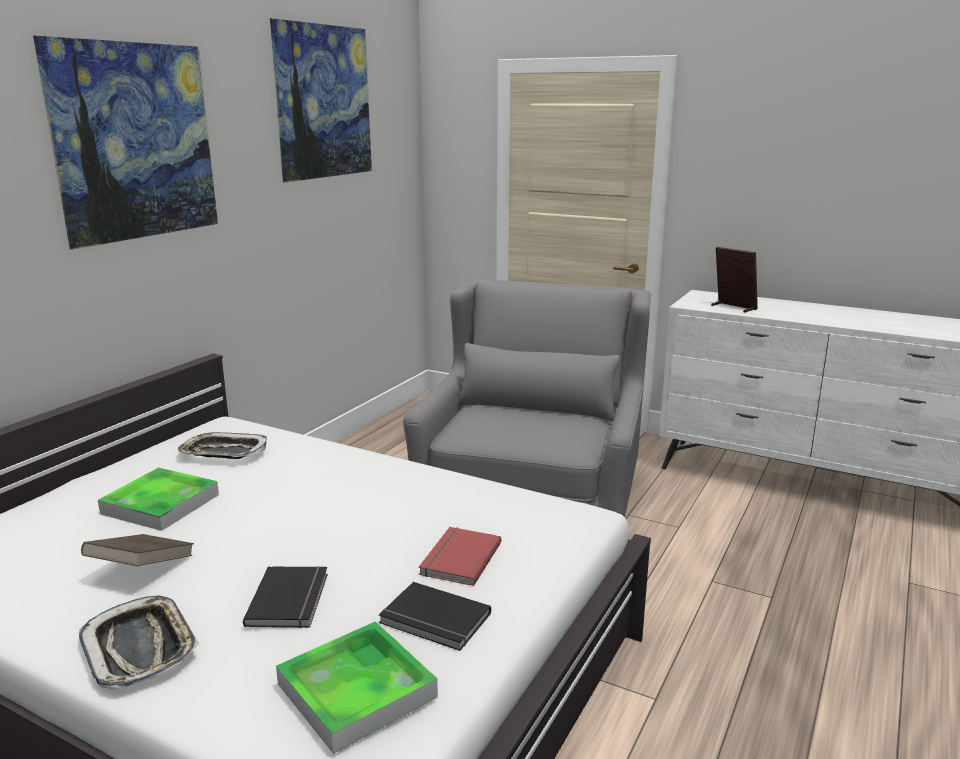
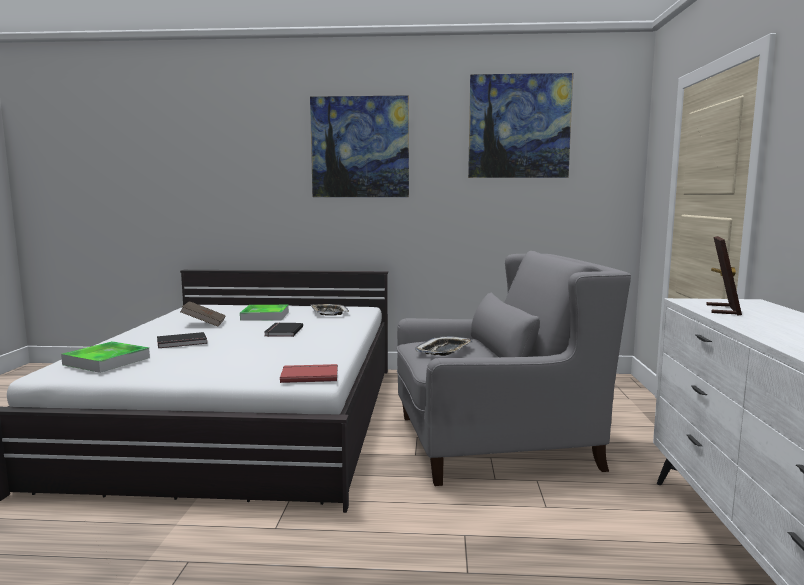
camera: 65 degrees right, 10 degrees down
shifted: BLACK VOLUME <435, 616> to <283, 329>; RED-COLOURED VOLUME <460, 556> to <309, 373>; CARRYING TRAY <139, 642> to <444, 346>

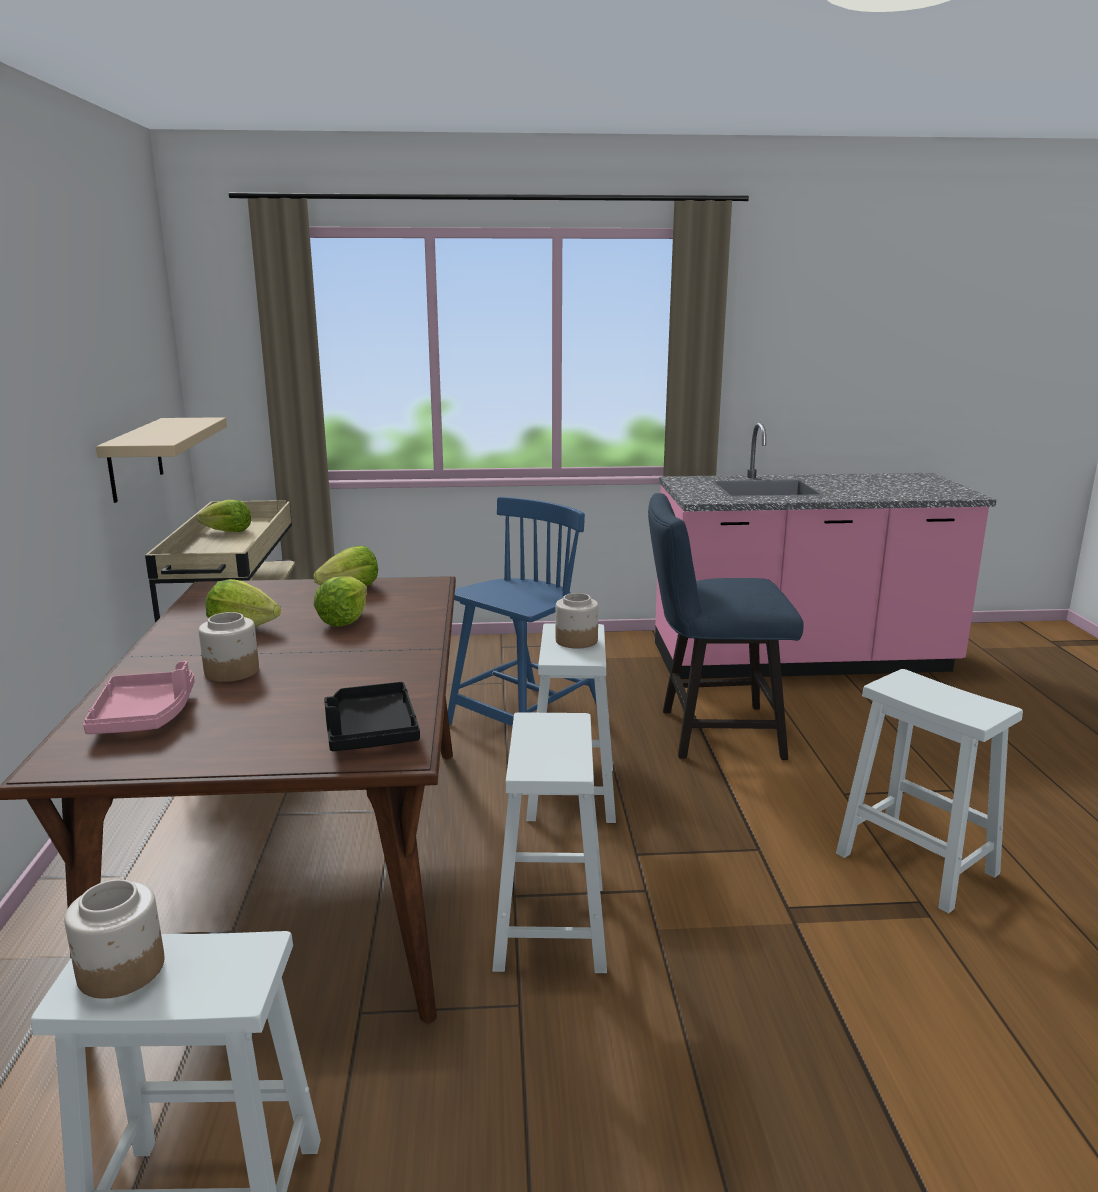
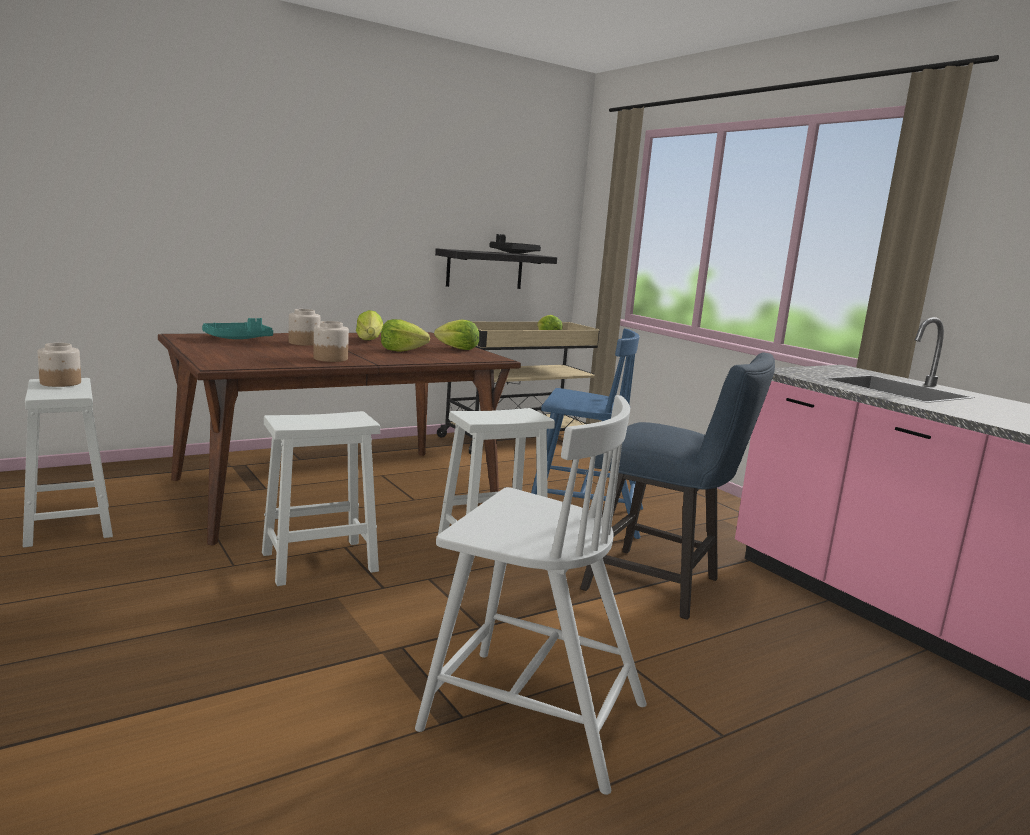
camera: 60 degrees right, 5 degrees down
shifted: STORAGE JAR <577, 621> to <331, 341>; BLACK CARRYING TRAY <372, 716> to <515, 244>
swapped: WHITE-COLOURED SITTING STOOL <929, 791> to WHITE-COLOURED UPRIGHT CHAIR <531, 595>
repainted: PINK-COLOURED CARRYING TRAY <139, 697> to BLUE-GREEN CARRYING TRAY <237, 328>; SAND-COLOURED SHELF <161, 460> to BLACK SHELF <496, 268>
rotated: BLUISH UPRIGHT CHAIR <726, 626> = <677, 486> 150 degrees clockwise

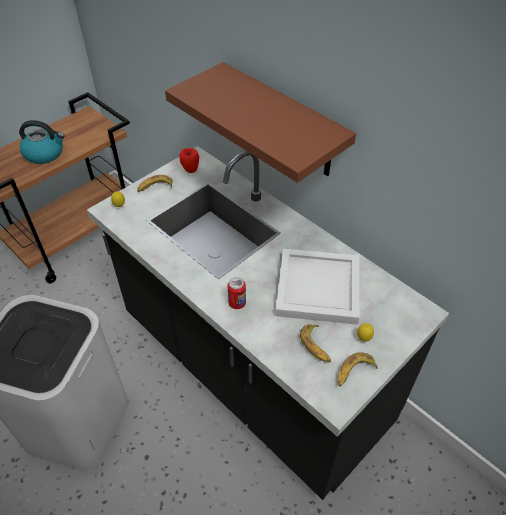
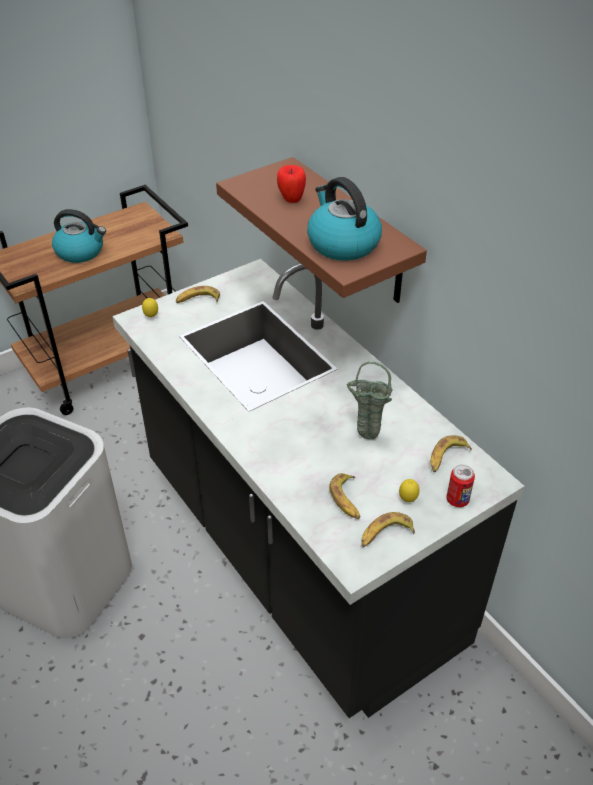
camera: 10 degrees right, 5 degrees down
new: TEA KETTLE <344, 219>; BANANA FRUIT <451, 453>
shifted: APPLE FRUIT <189, 160> to <291, 184>; SEALED CAN <236, 293> to <460, 486>
swapped: WHITE-COLOURED CARRYING TRAY <317, 287> to GREENISH DECORATIVE VASE <370, 400>

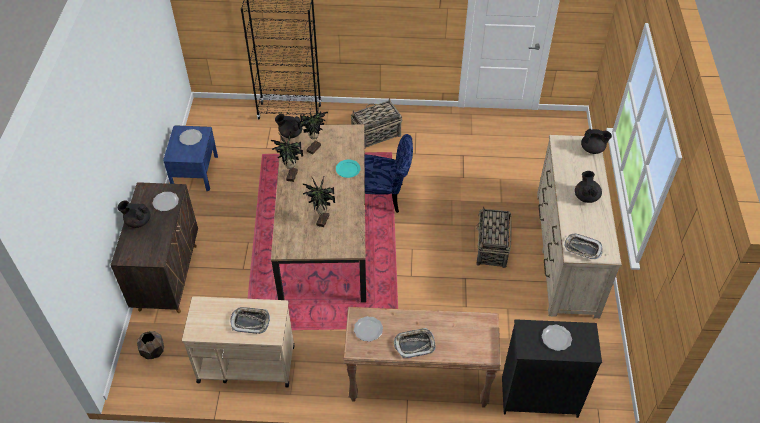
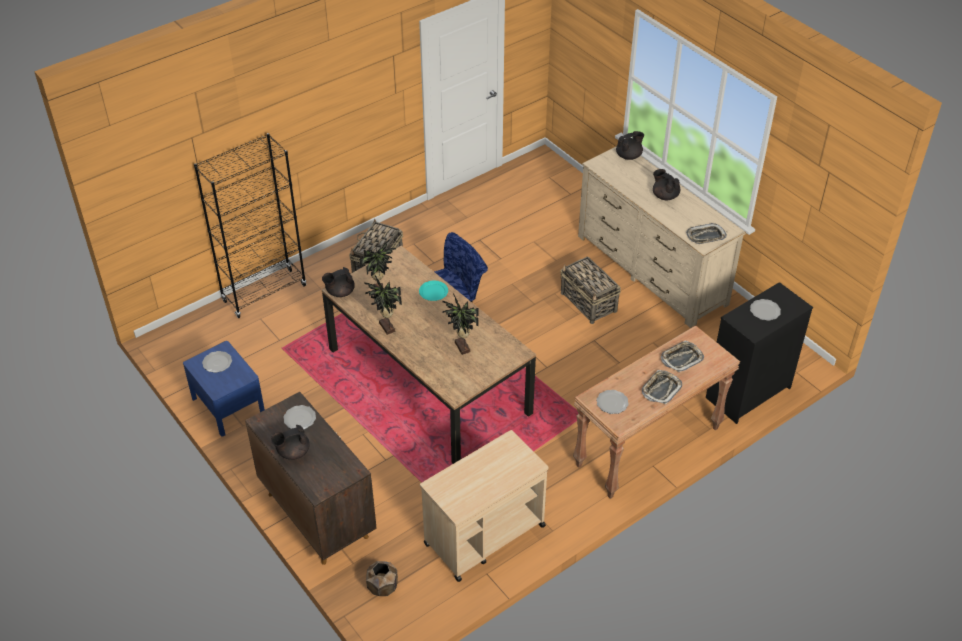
camera: 40 degrees left, 5 degrees down
shifted: CARRYING TRAY <250, 320> to <682, 356>

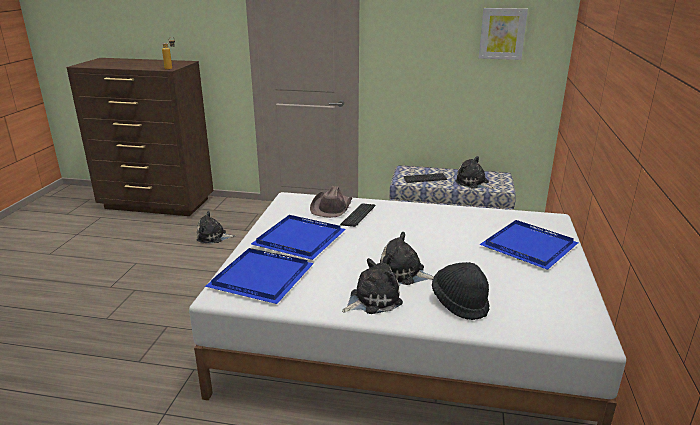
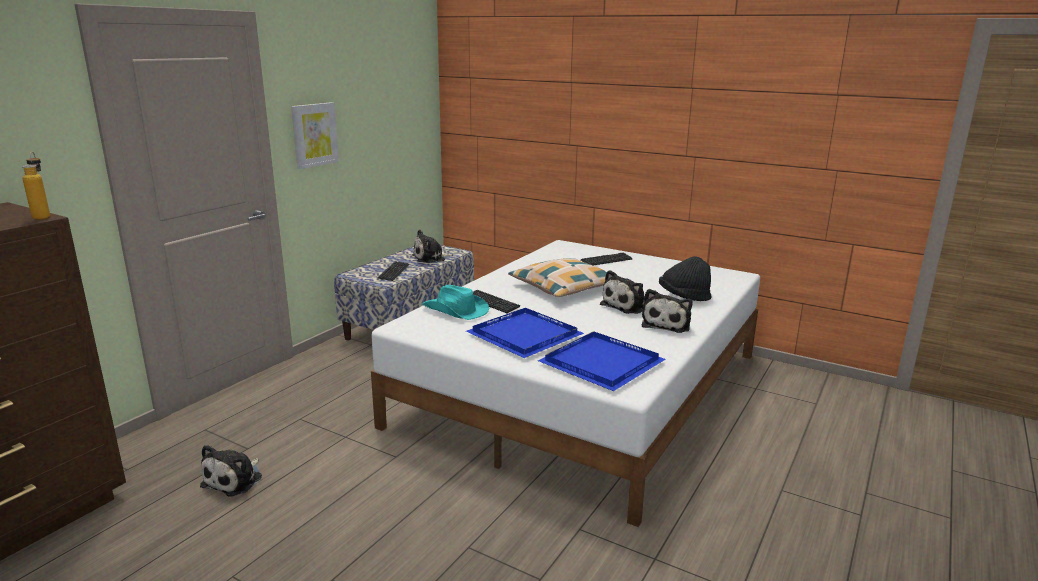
camera: 70 degrees left, 5 degrees down
new: THROW PILLOW <557, 277>
shifted: PICTURE <503, 34> to <315, 135>
swapped: BLUISH CARRYING TRAY <528, 245> to COMPUTER KEYBOARD <606, 259>
repainted: BROWN-COLOURED CLOTHING HAT <331, 202> to BLUE-GREEN CLOTHING HAT <455, 302>
rotated: SOFT TOY <372, 286> = <667, 311> 150 degrees counterclockwise

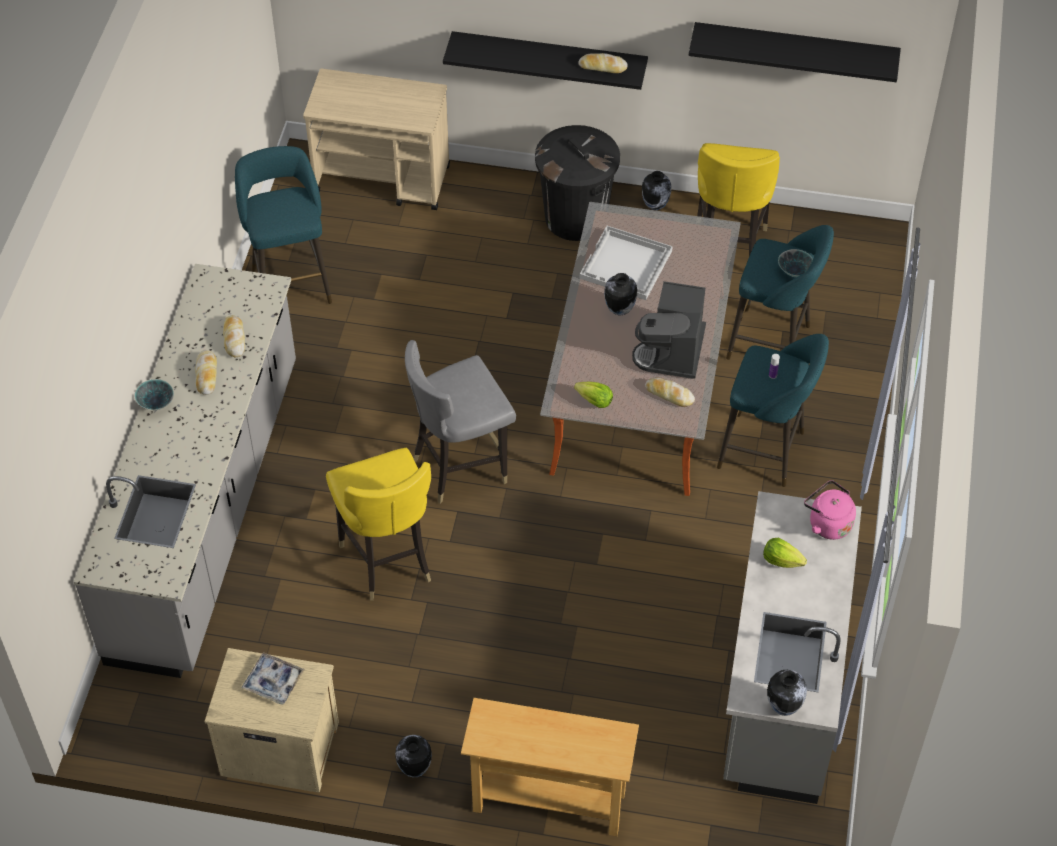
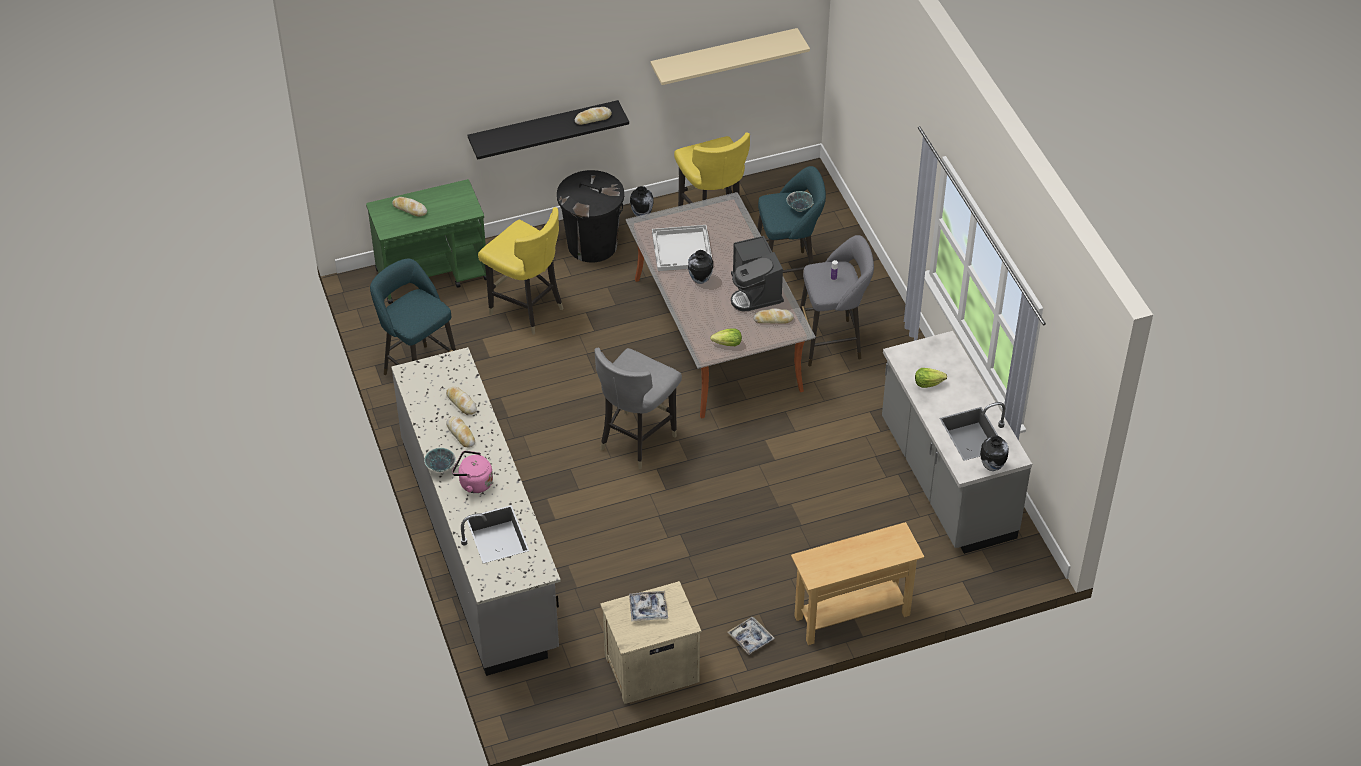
camera: 30 degrees left, 5 degrees down
new: BREAD <409, 207>
shifted: PINK-COLOURED TEA KETTLE <830, 510> to <472, 472>; YELLOWISH UPRIGHT CHAIR <378, 524> to <521, 271>
swapped: DECORATIVE VASE <413, 756> to CARRYING TRAY <751, 636>
repainted: SAND-COLOURED WHEELED CART <376, 139> to GREENISH WHEELED CART <426, 241>; BLACK SHELF <795, 52> to SAND-COLOURED SHELF <730, 56>; BLUE-GREEN SITTING STOOL <773, 410> to GRAY SITTING STOOL <837, 300>

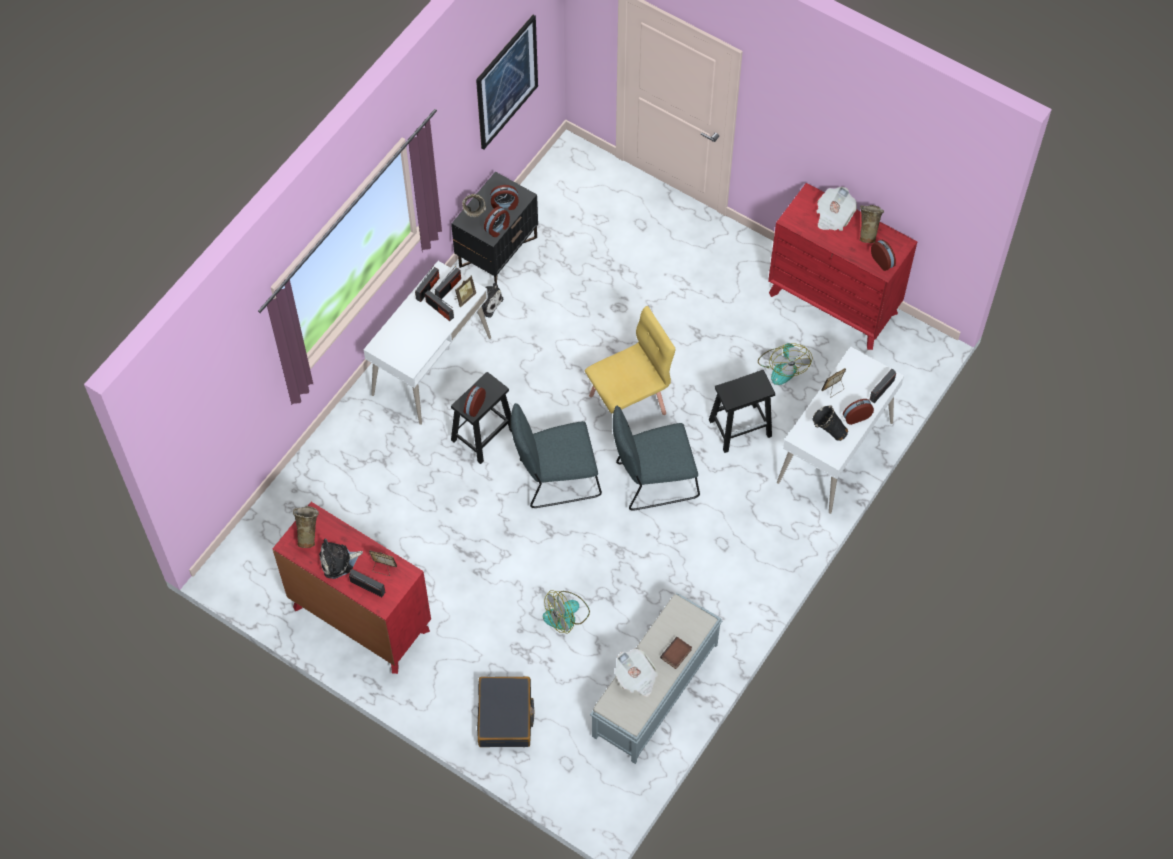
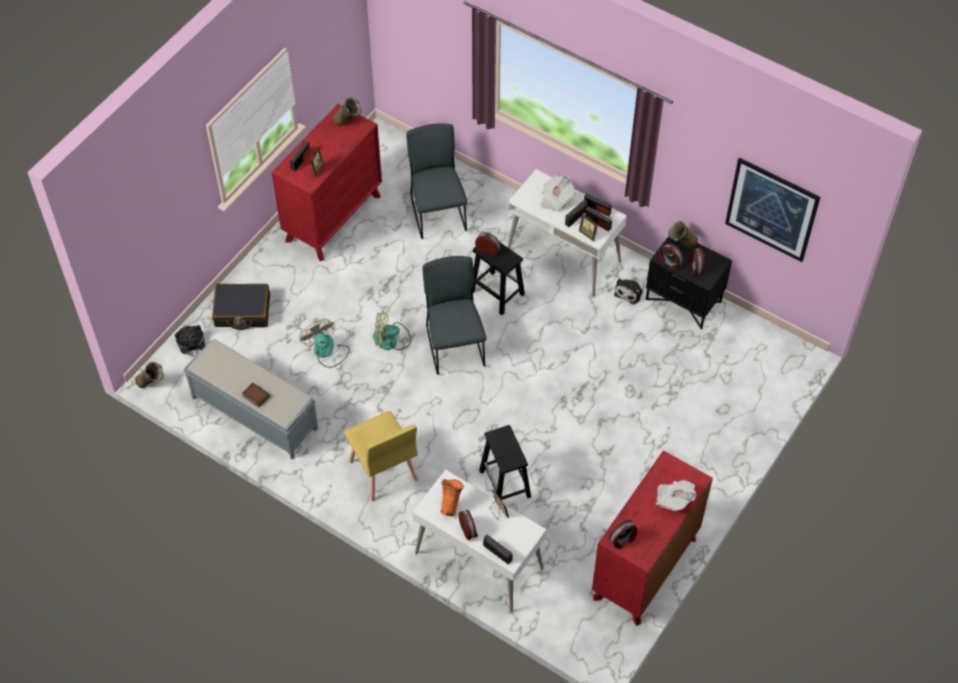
camera: 90 degrees right, 5 degrees down
shifted: SAND-COLOURED DECORATIVE VASE <872, 224> to <149, 375>; SOFT TOY <341, 558> to <190, 341>; YELLOWISH UPRIGHT CHAIR <630, 360> to <381, 456>; COOLING FAN <785, 364> to <392, 331>; GRAY UPRIGHT CHAIR <656, 458> to <437, 181>; DAILY PAPER <636, 673> to <557, 193>
repainted: BLACK DECORATIVE VASE <830, 423> to ORANGEY DECORATIVE VASE <452, 497>

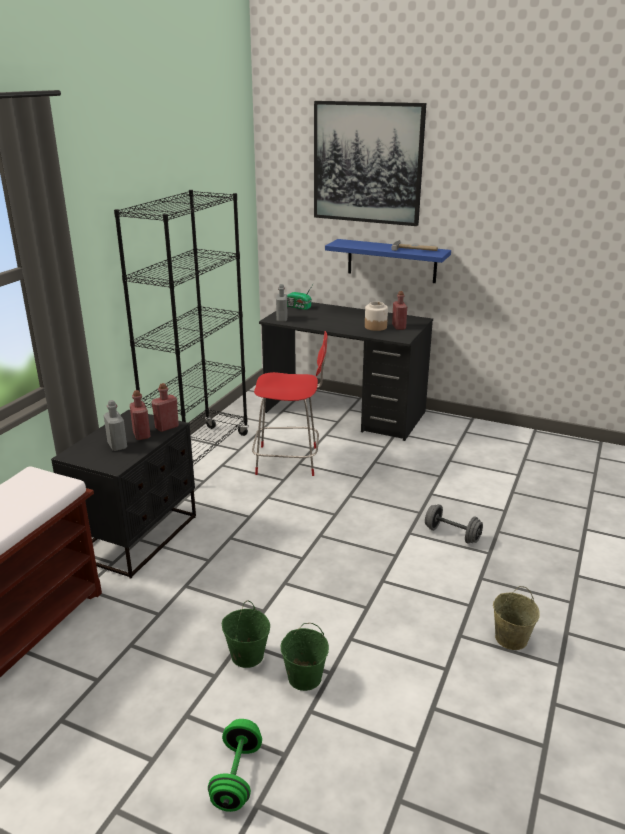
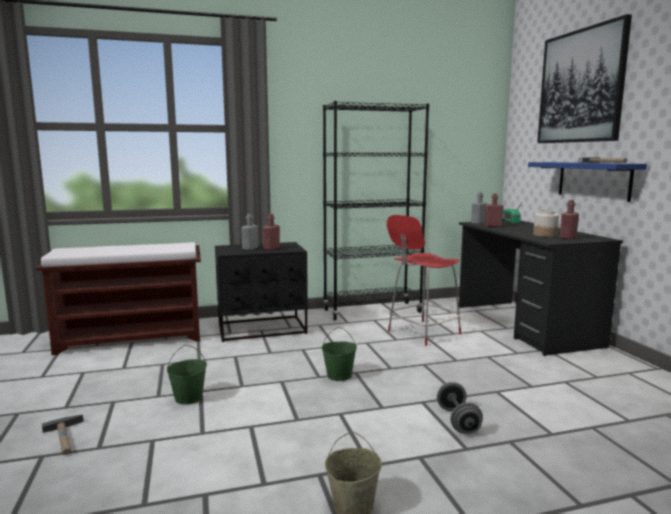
camera: 50 degrees right, 15 degrees down
shifted: GREENISH WATER BUCKET <305, 657> to <339, 354>; RED-COLOURED BOTTLE <165, 407> to <494, 210>
swapped: GREENISH DUMBBELL <235, 765> to HAND HAMMER <62, 434>
rotated: RED-COLOURED UPRIGHT CHAIR <289, 403> = <424, 280> 90 degrees clockwise

